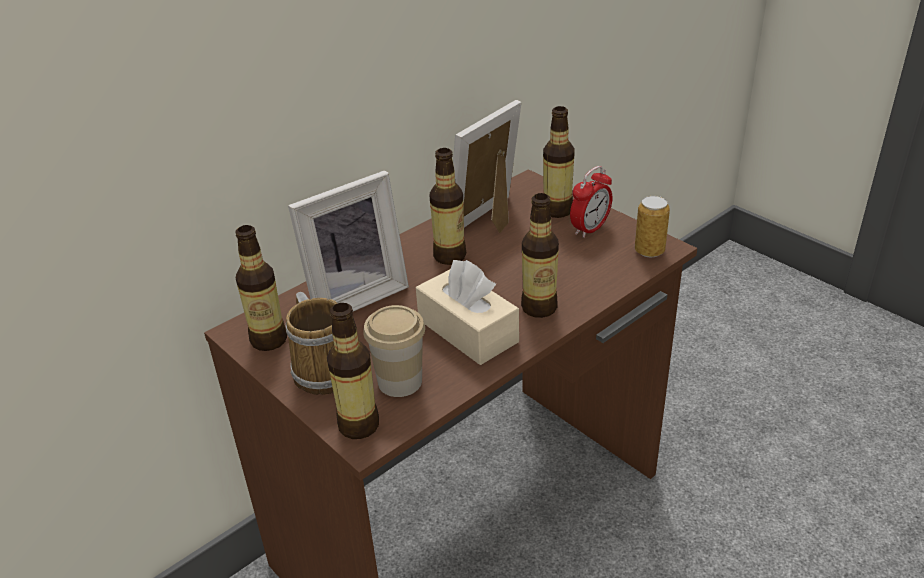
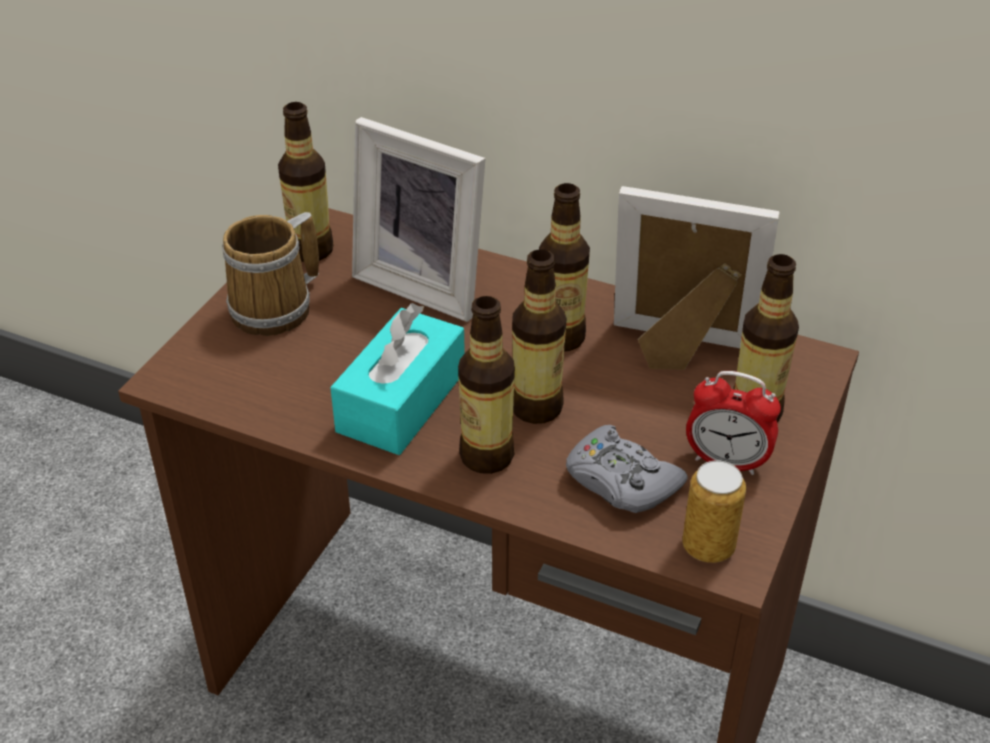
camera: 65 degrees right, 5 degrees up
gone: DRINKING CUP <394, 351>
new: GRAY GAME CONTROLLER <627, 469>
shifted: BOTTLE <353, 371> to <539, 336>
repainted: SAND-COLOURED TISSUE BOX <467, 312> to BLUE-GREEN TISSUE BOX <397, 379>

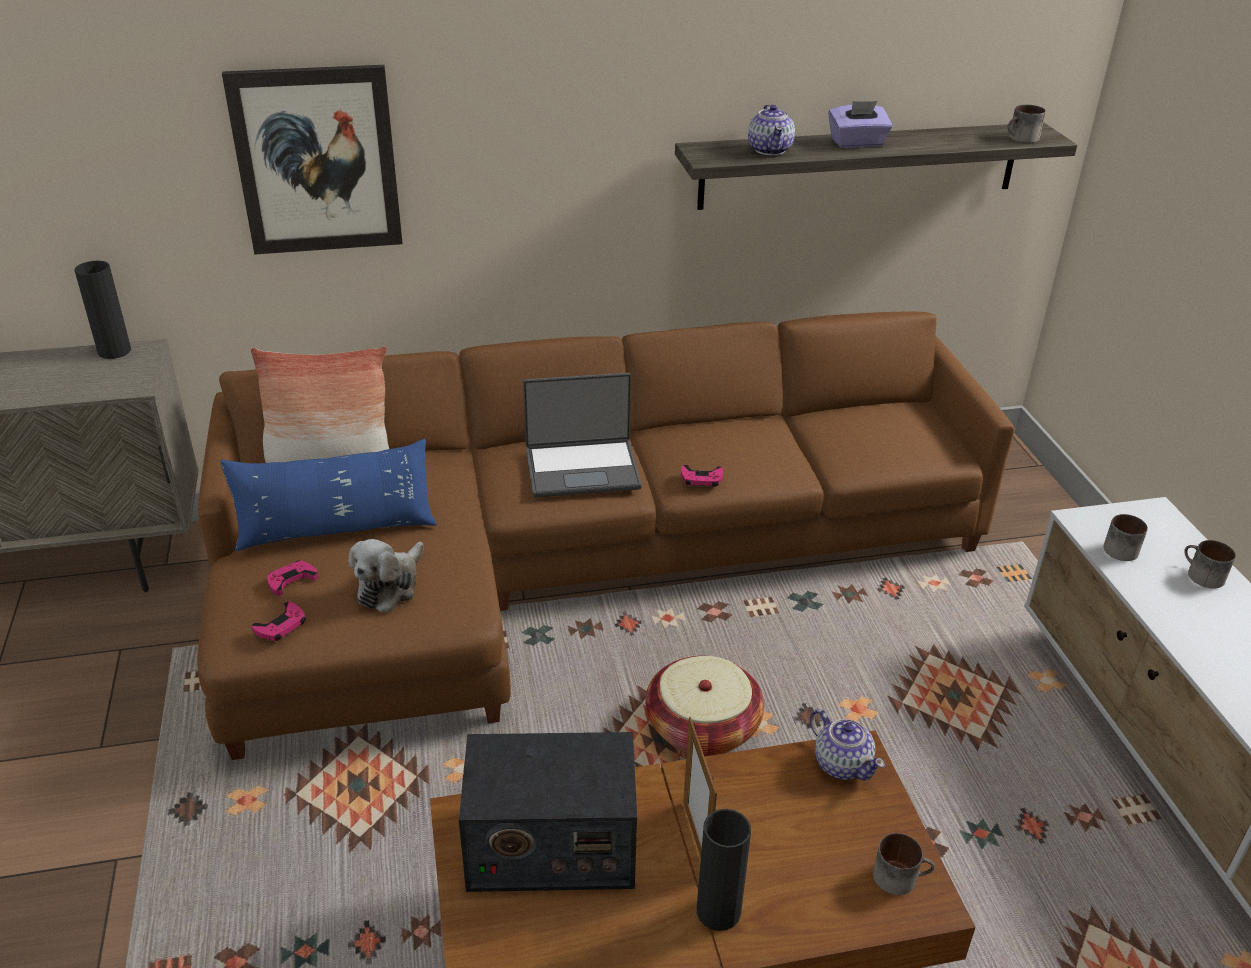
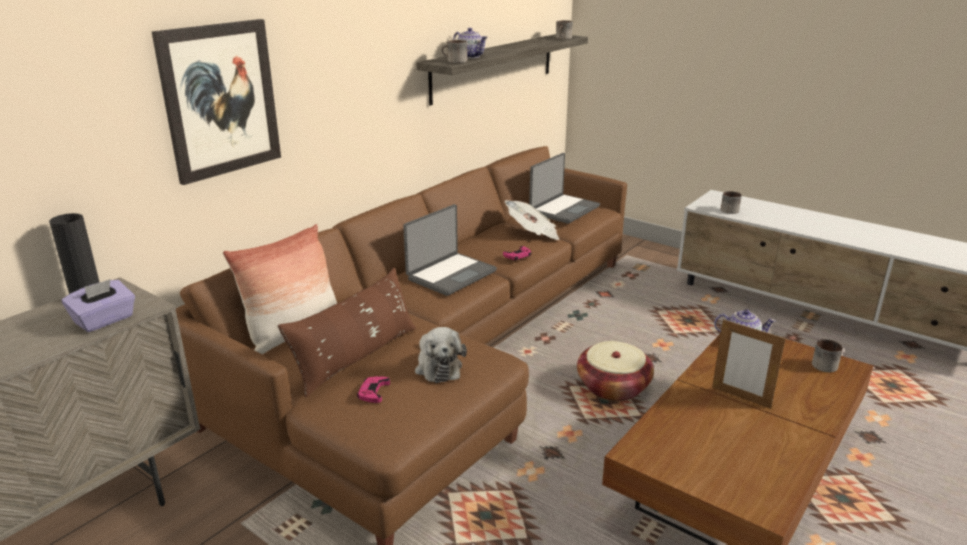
camera: 40 degrees left, 10 degrees down
gone: PINK-COLOURED GAME CONTROLLER <279, 621>; RADIO <548, 812>; BLACK DECORATIVE VASE <724, 870>
new: DAILY PAPER <532, 220>; PORTABLE COMPUTER <564, 188>
shifted: PURPLE-COLOURED TISSUE BOX <861, 124> to <98, 305>; TEA MUG <1210, 564> to <454, 51>
repainted: BLUISH THROW PILLOW <328, 495> to BROWN-COLOURED THROW PILLOW <347, 333>

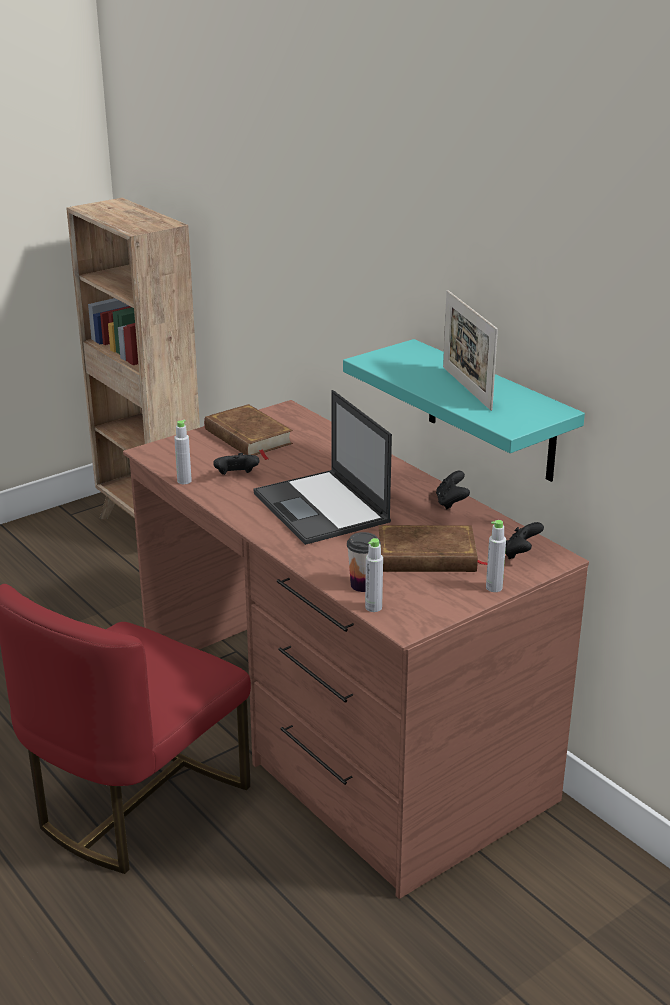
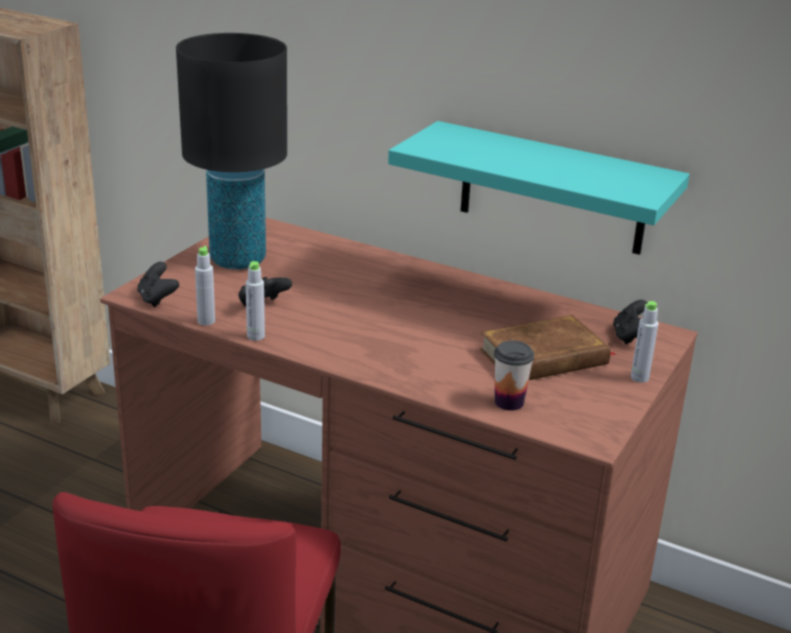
camera: 25 degrees left, 0 degrees up
gone: PORTABLE COMPUTER <323, 467>; PICTURE FRAME <470, 350>
shifted: BLACK GAME CONTROLLER <453, 490> to <158, 284>; GRAY BOTTLE <374, 575> to <255, 301>
swapped: BROWN-COLOURED VOLUME <248, 432> to BLACK TABLE LAMP <231, 151>

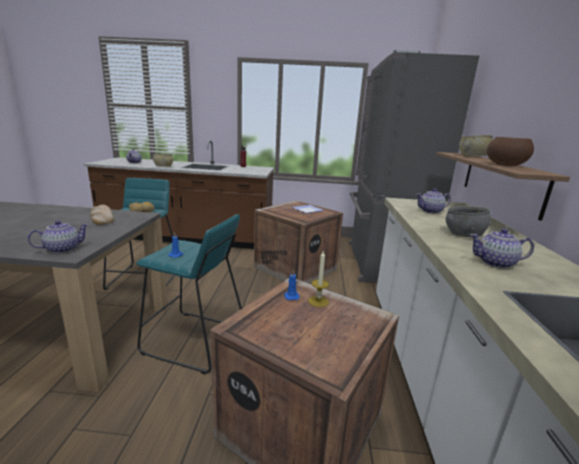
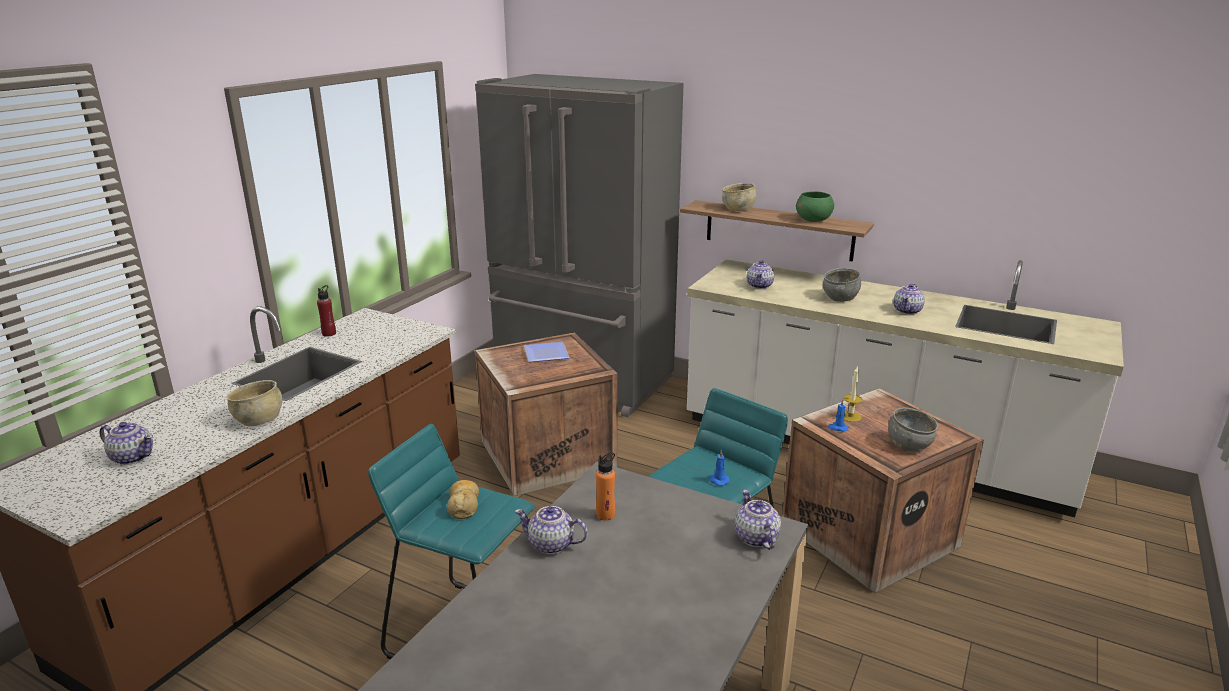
camera: 65 degrees left, 5 degrees up
new: POT FOR TEA <551, 530>; GRAY SERVING BOWL <913, 429>
swapped: BREAD <102, 215> to ORANGEY BOTTLE <605, 487>
repainted: BROWN-COLOURED SERVING BOWL <510, 151> to GREENISH SERVING BOWL <815, 206>

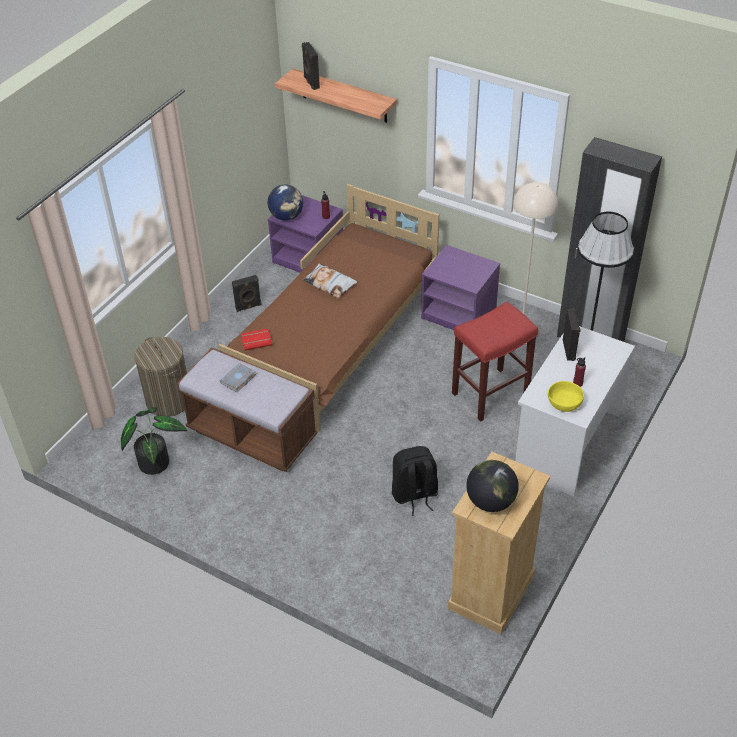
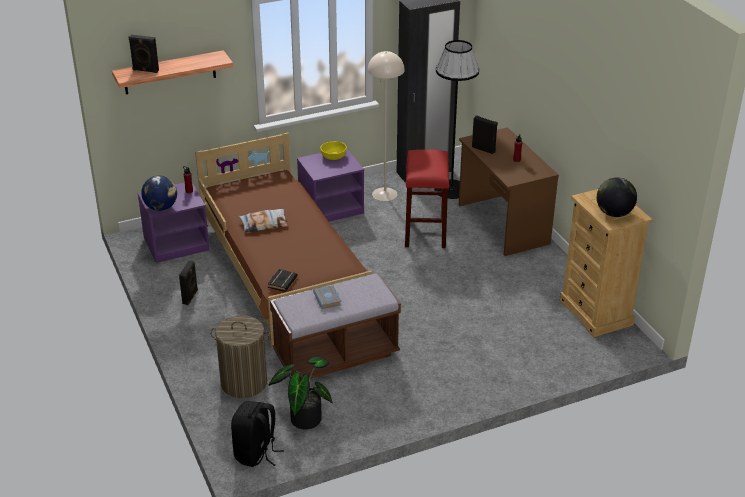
camera: 55 degrees left, 10 degrees down
shifted: BLACK KNAPSACK <415, 481> to <257, 434>; YELLOWISH SERVING BOWL <566, 396> to <333, 150>
repainted: RED-COLOURED VOLUME <256, 339> to BLACK VOLUME <283, 280>; WHITE-COLOURED DESK TABLE <575, 411> to BROWN-COLOURED DESK TABLE <509, 191>

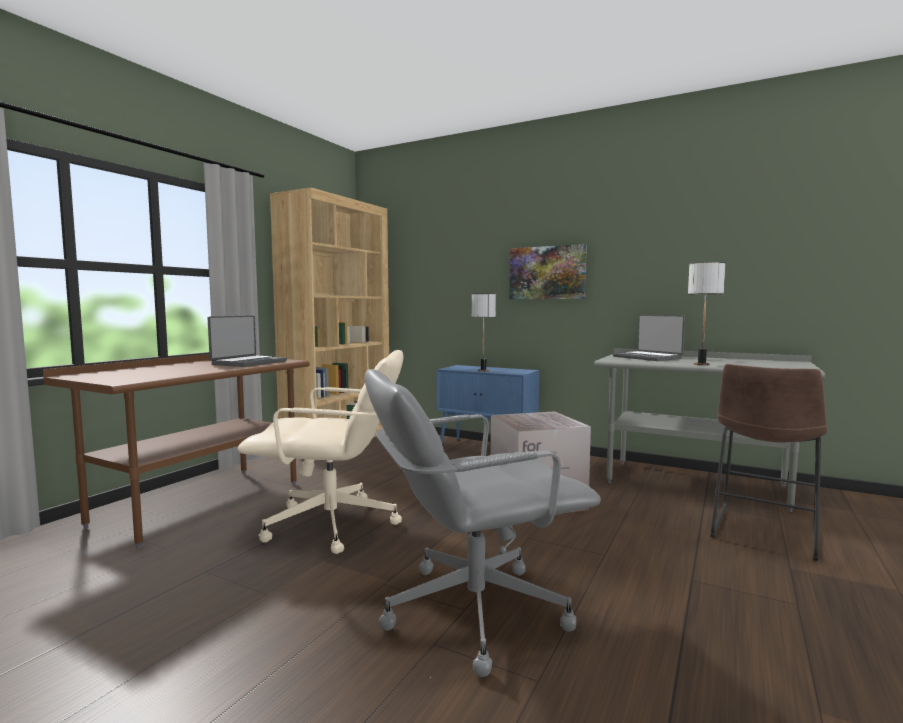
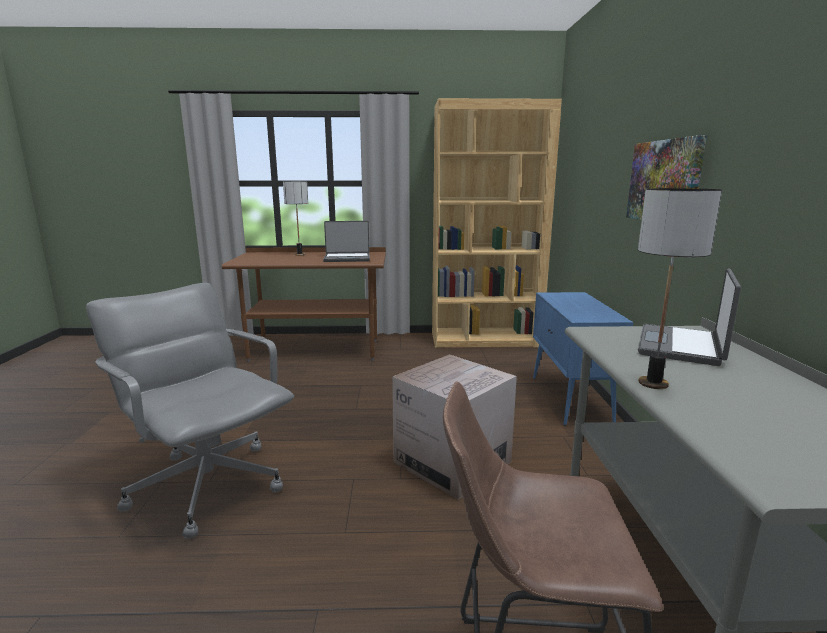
camera: 60 degrees right, 10 degrees up
gone: SAND-COLOURED COMPUTER CHAIR <320, 452>
shifted: TABLE LAMP <483, 333> to <295, 218>

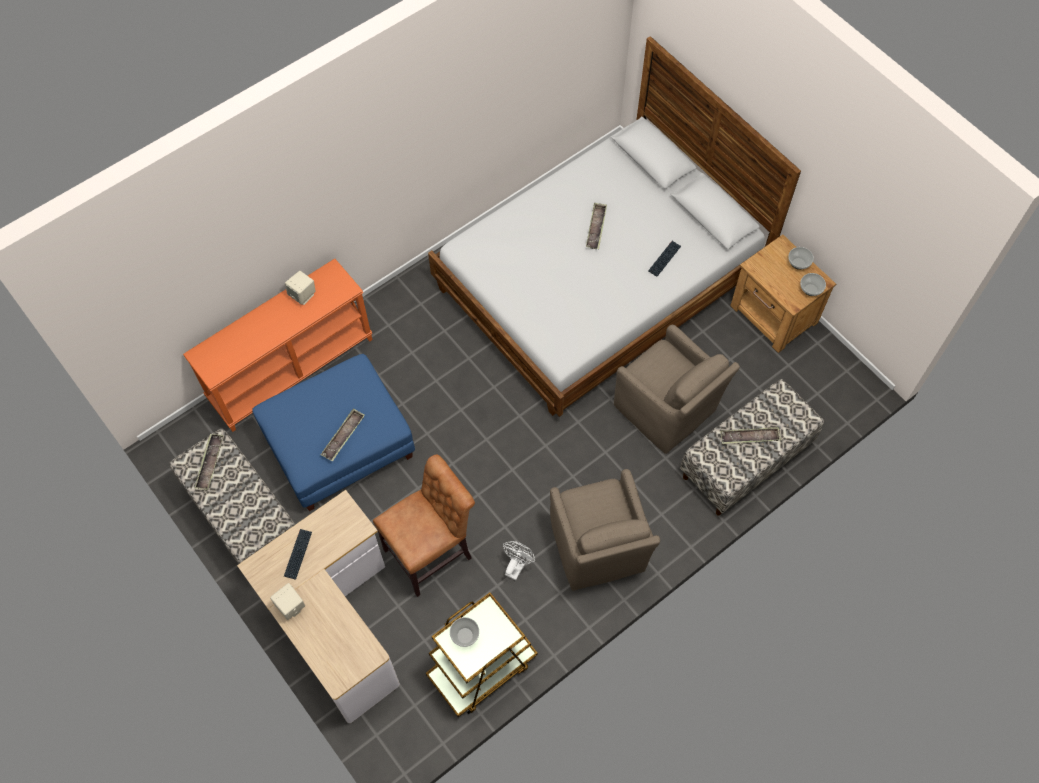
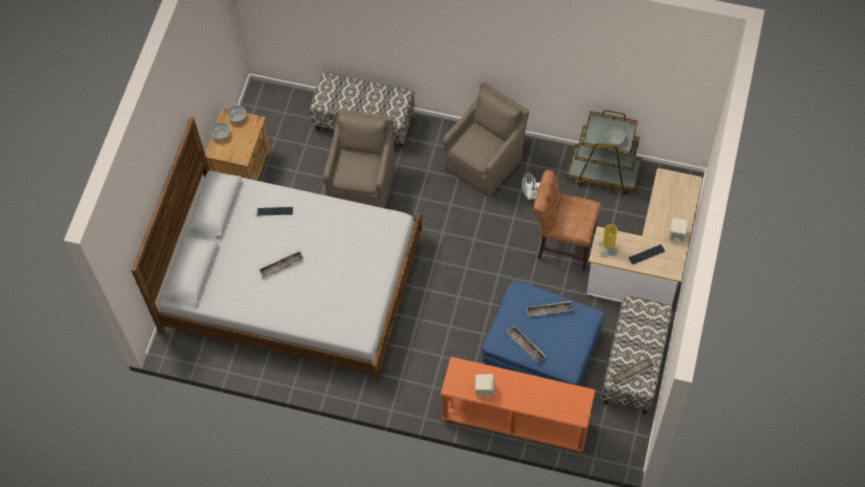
camera: 125 degrees left, 0 degrees up
new: YELLOWISH TABLE LAMP <607, 240>
shifted: CARRYING TRAY <750, 435> to <526, 344>

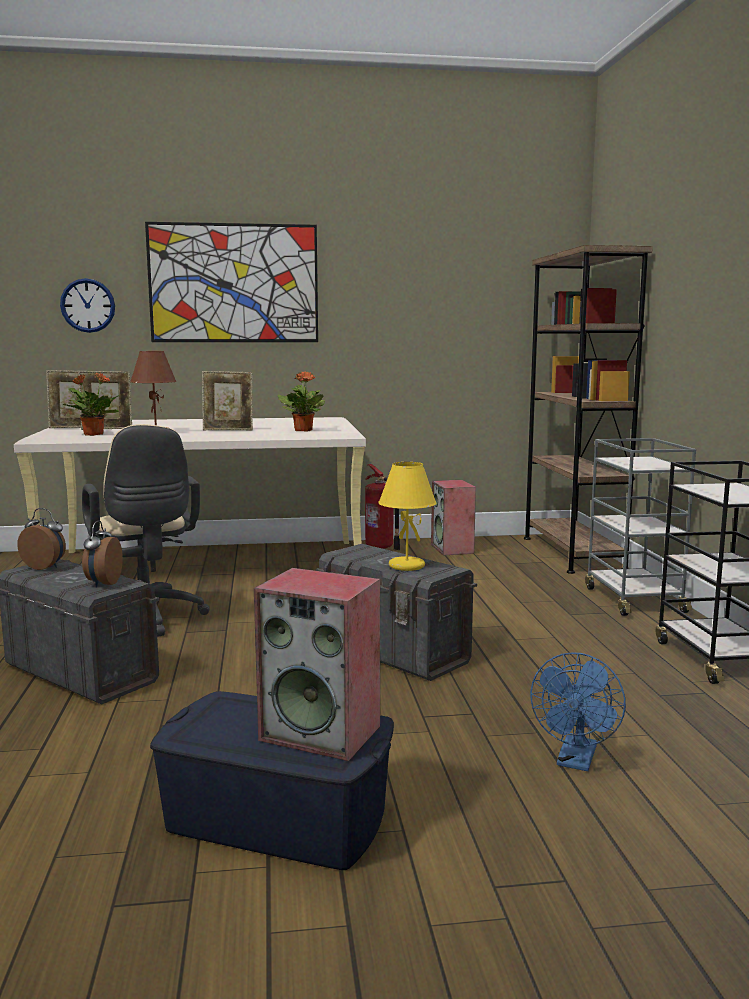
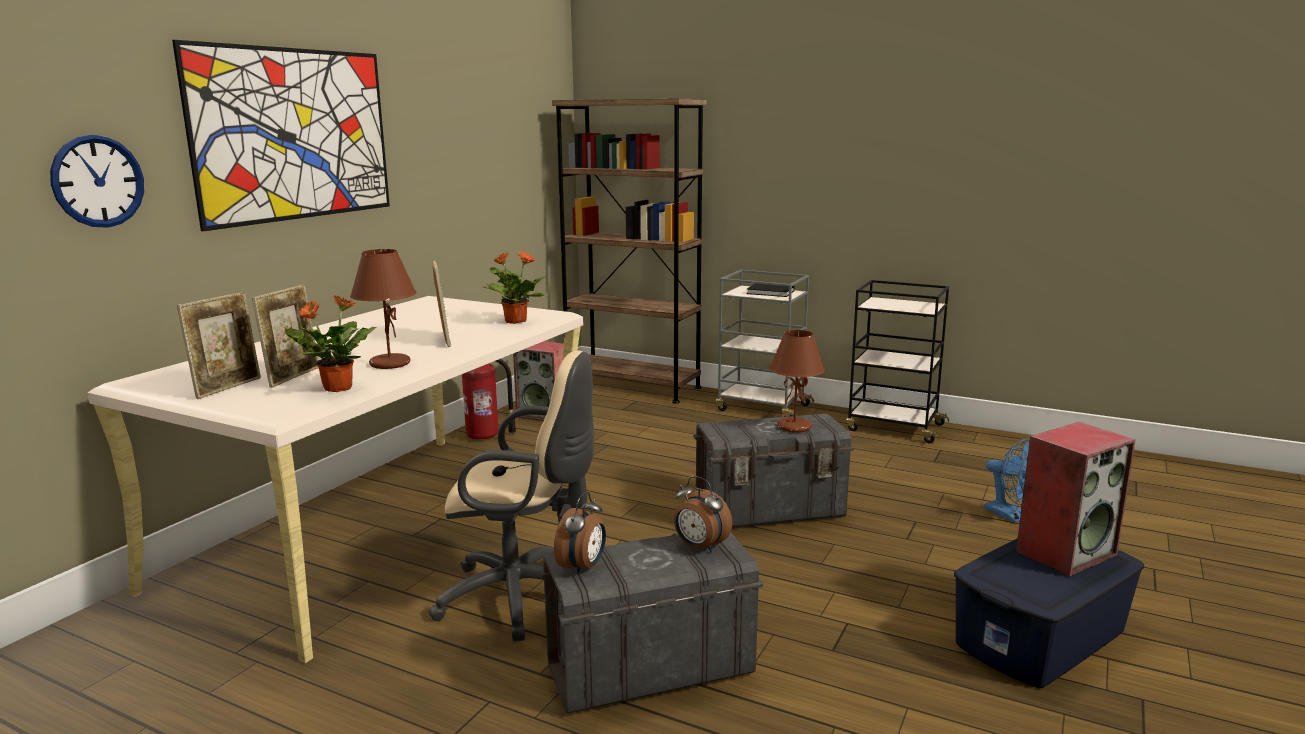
camera: 55 degrees left, 5 degrees up
new: BLACK VOLUME <771, 290>
repainted: YELLOWISH TABLE LAMP <407, 516> to BROWN-COLOURED TABLE LAMP <797, 381>
rotated: PICTURE FRAME <227, 400> = <441, 304> 45 degrees counterclockwise; BEDSIDE CLOCK <41, 539> = <580, 533> 150 degrees clockwise

